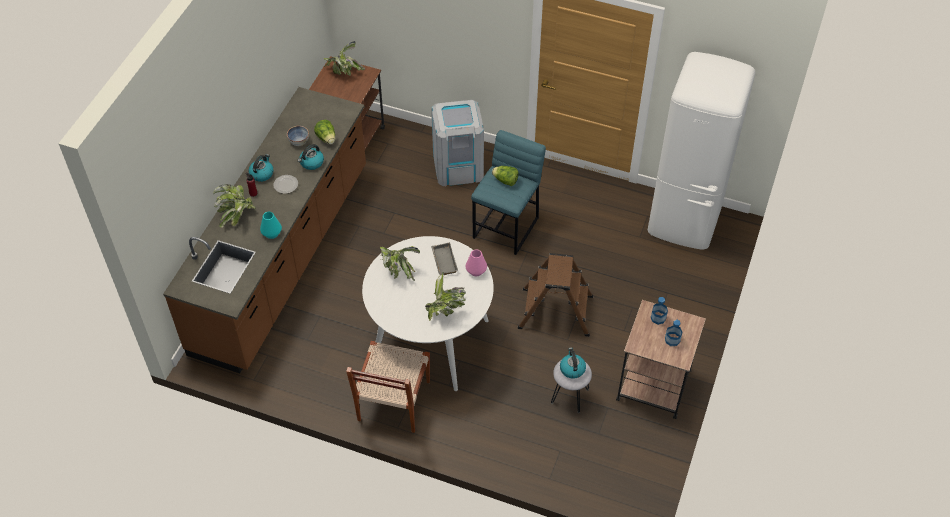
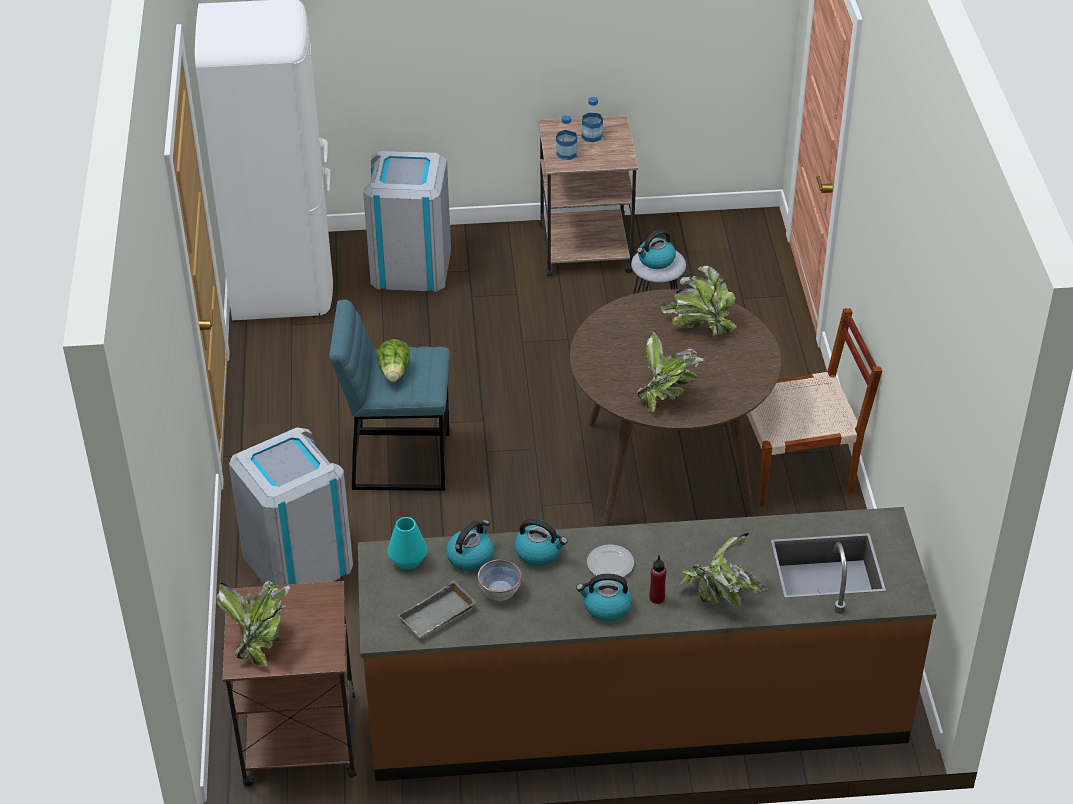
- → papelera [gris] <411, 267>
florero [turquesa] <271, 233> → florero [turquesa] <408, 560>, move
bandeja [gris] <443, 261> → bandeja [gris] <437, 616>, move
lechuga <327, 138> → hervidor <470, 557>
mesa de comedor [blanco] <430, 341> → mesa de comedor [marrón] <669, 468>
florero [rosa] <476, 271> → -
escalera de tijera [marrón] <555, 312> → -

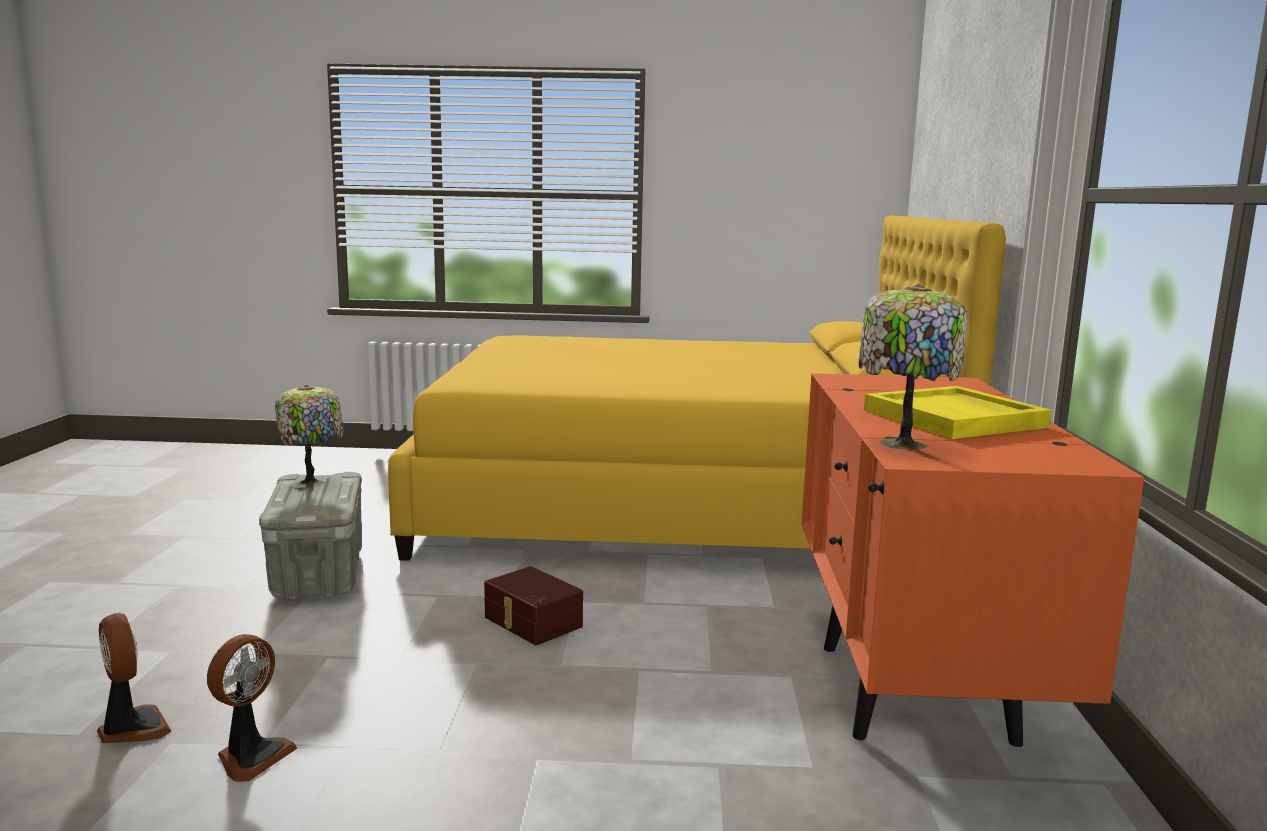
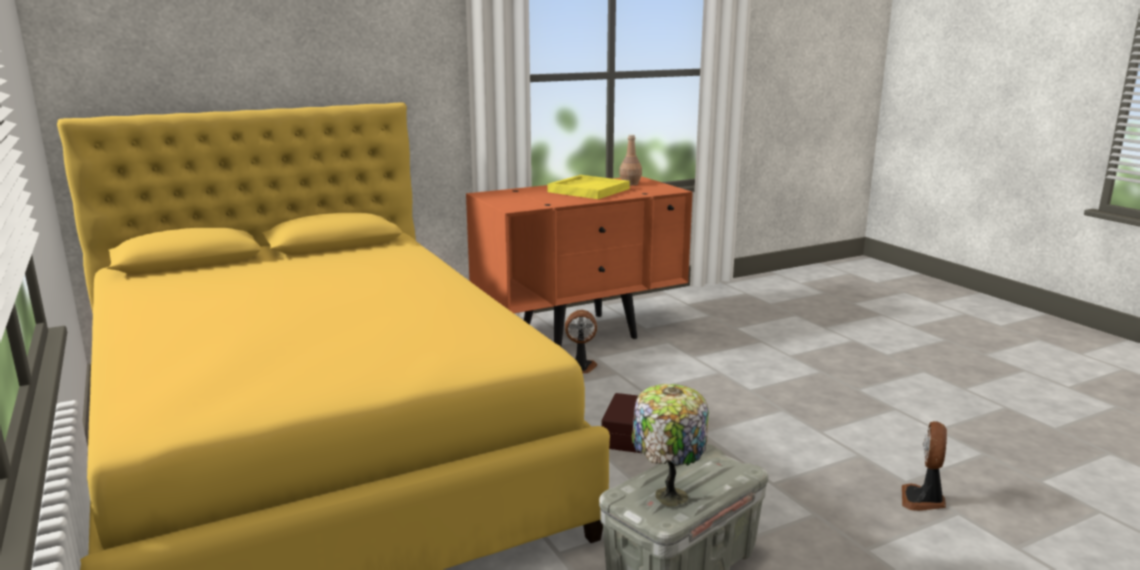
ventilador <251, 756> → ventilador <580, 368>, move
- → botella [marrón] <630, 183>
lámpara de mesa <901, 444> → -

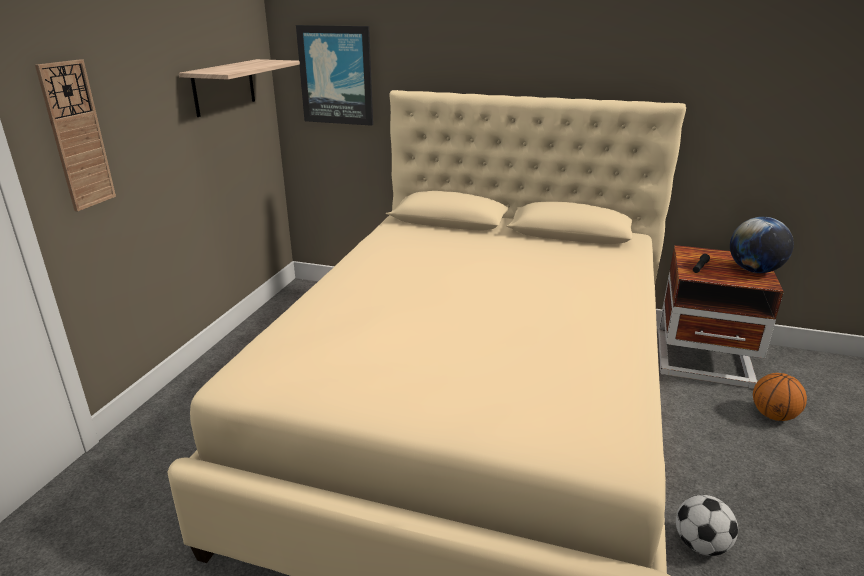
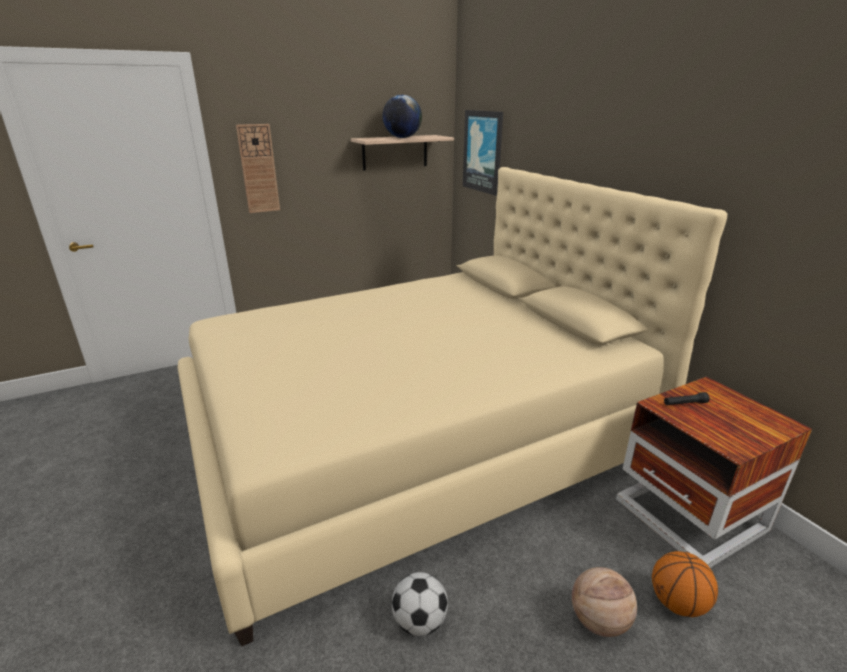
globo terráqueo <754, 270> → globo terráqueo <402, 138>, move
- → balón de baloncesto <599, 621>

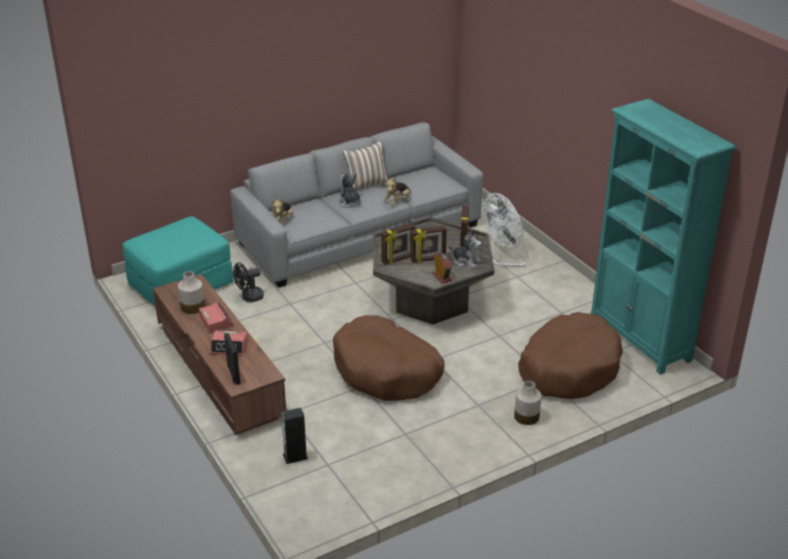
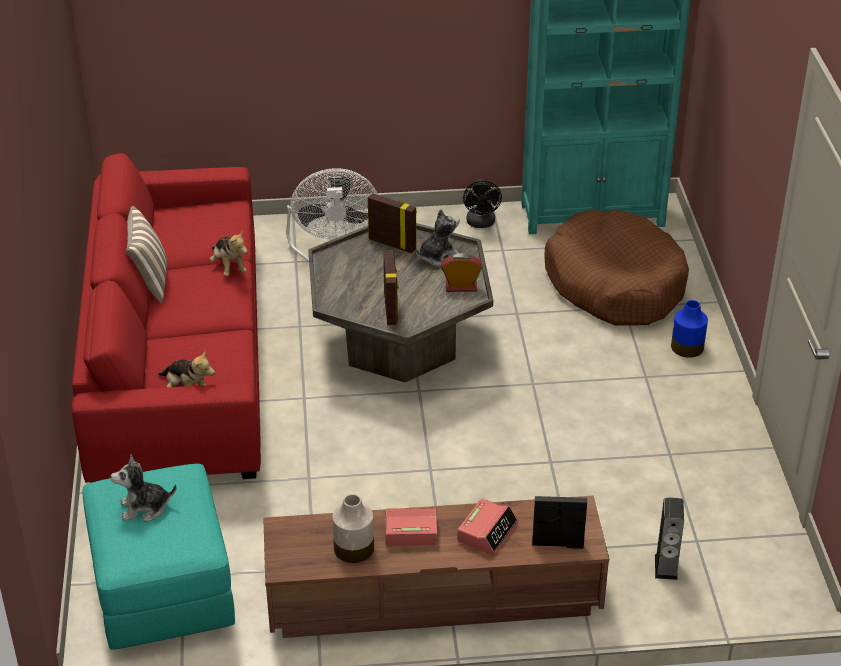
sofá [gris] <359, 234> → sofá [rojo] <178, 357>
peluche <349, 202> → peluche <144, 508>, move
ventilador [negro] <249, 297> → ventilador [negro] <481, 223>, move
florero [beis] <526, 416> → florero [azul] <687, 347>
cama para perro [marrón] <387, 371> → -
portarretratos <428, 259> → -

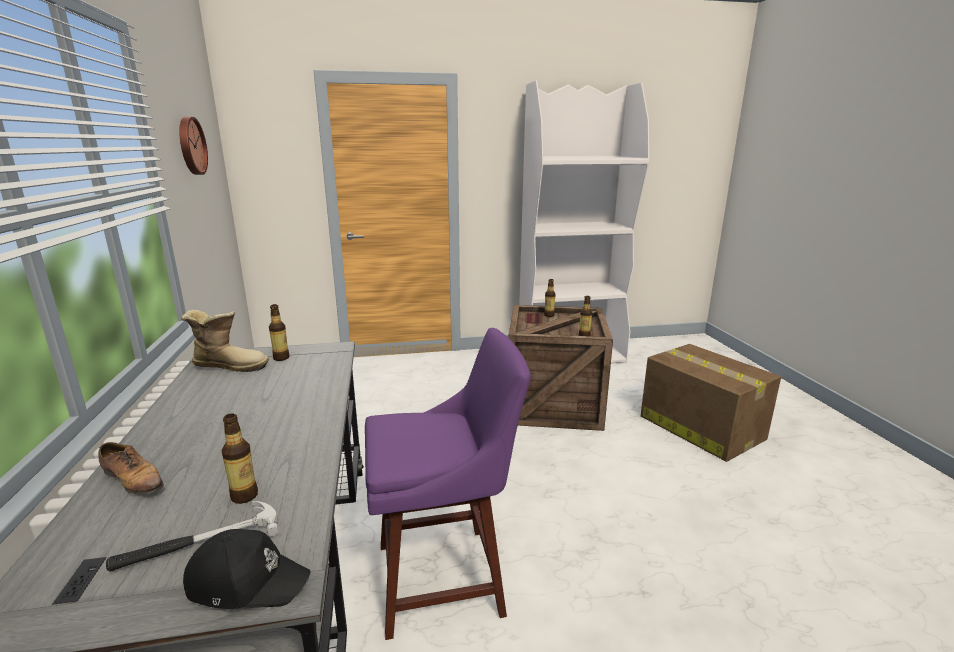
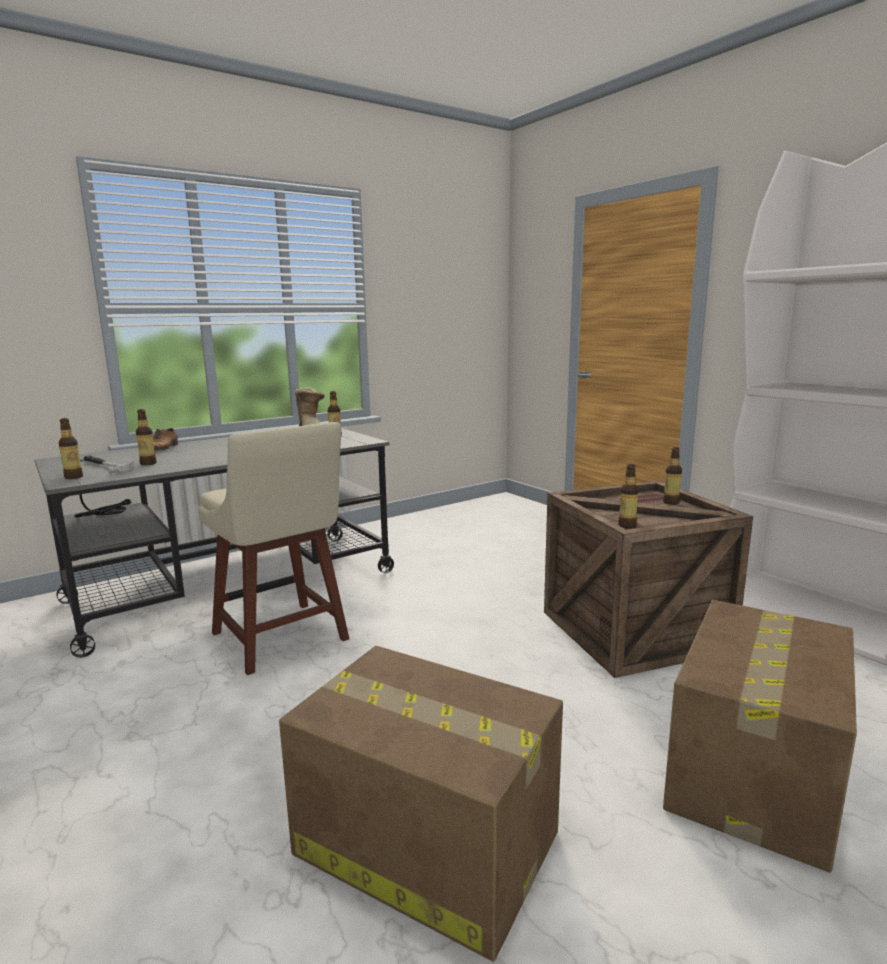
gorra [negro] <247, 581> → botella <74, 477>
taburete [morado] <446, 577> → taburete [beis] <281, 639>
- → caja de cartón <423, 842>
reloj de pared <190, 146> → -

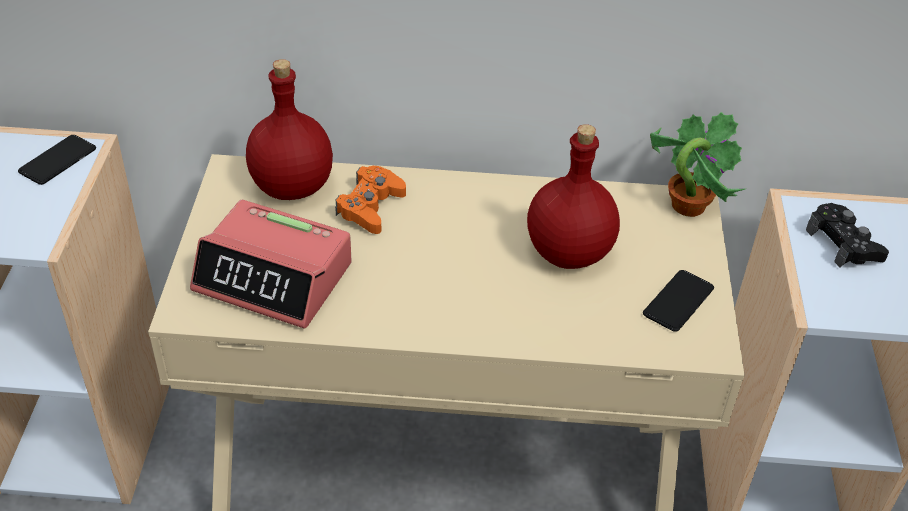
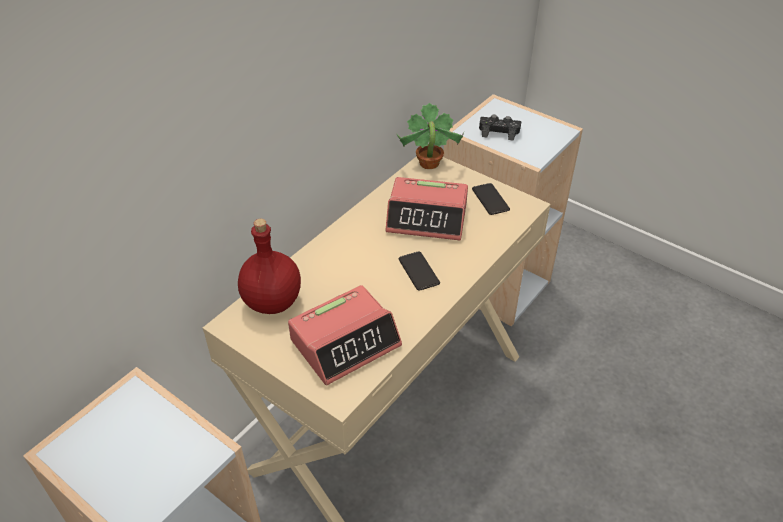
botella [rojo] <570, 252> → despertador <427, 217>
móvil <58, 160> → móvil <418, 271>, move
mando de consola [naranja] <370, 207> → -

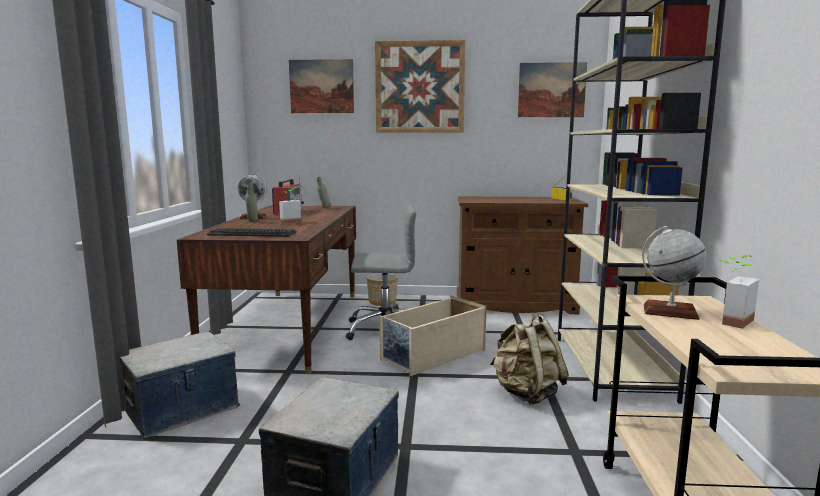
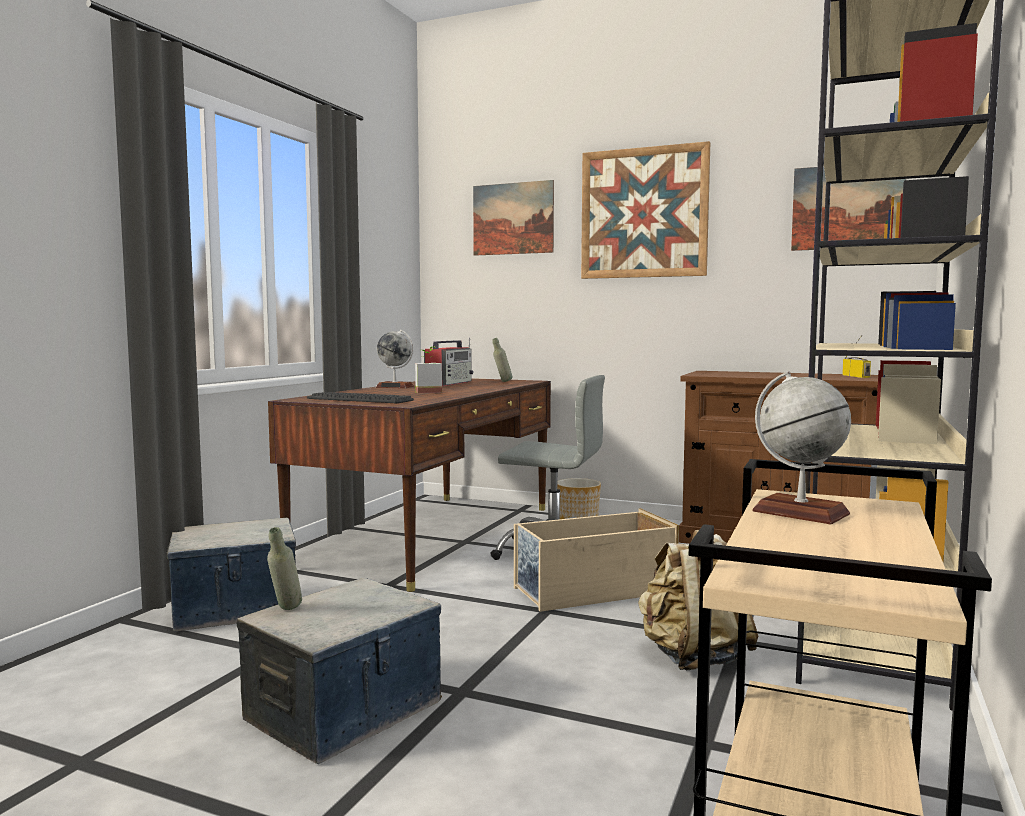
botella [gris] <252, 221> → botella [gris] <285, 611>, move
planta en maceta <729, 320> → -

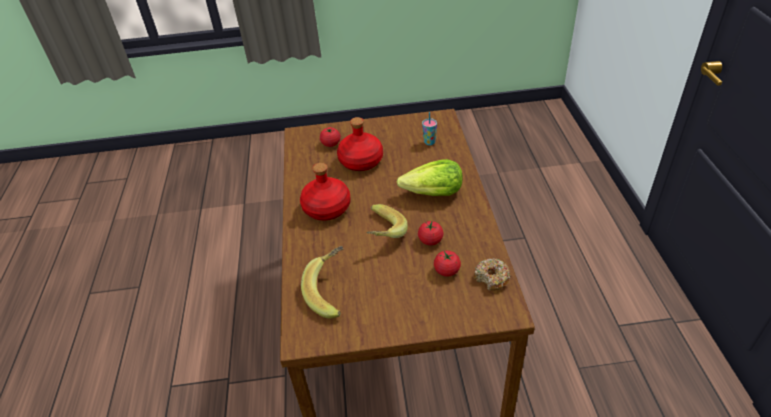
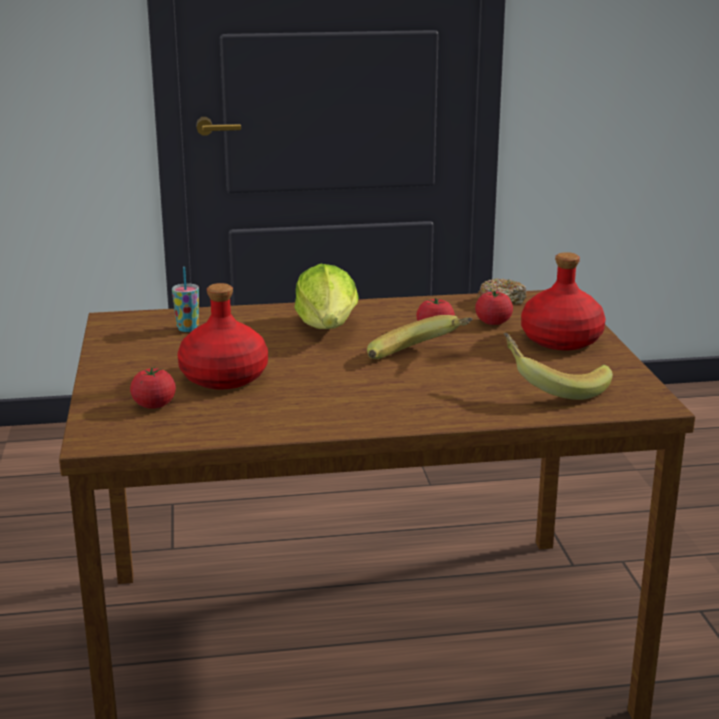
botella [rojo] <327, 208> → botella [rojo] <560, 340>, move

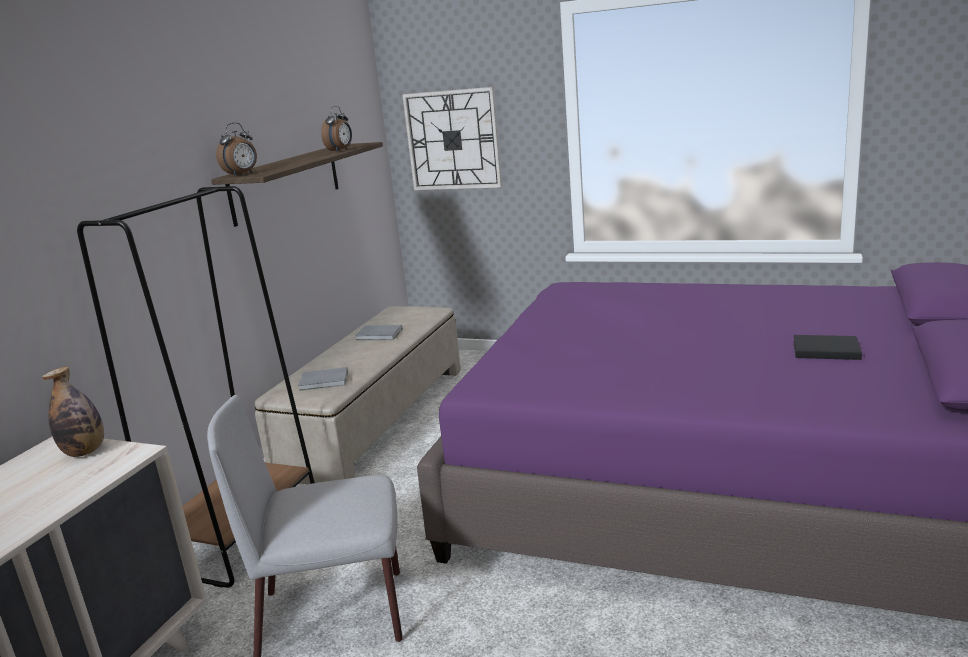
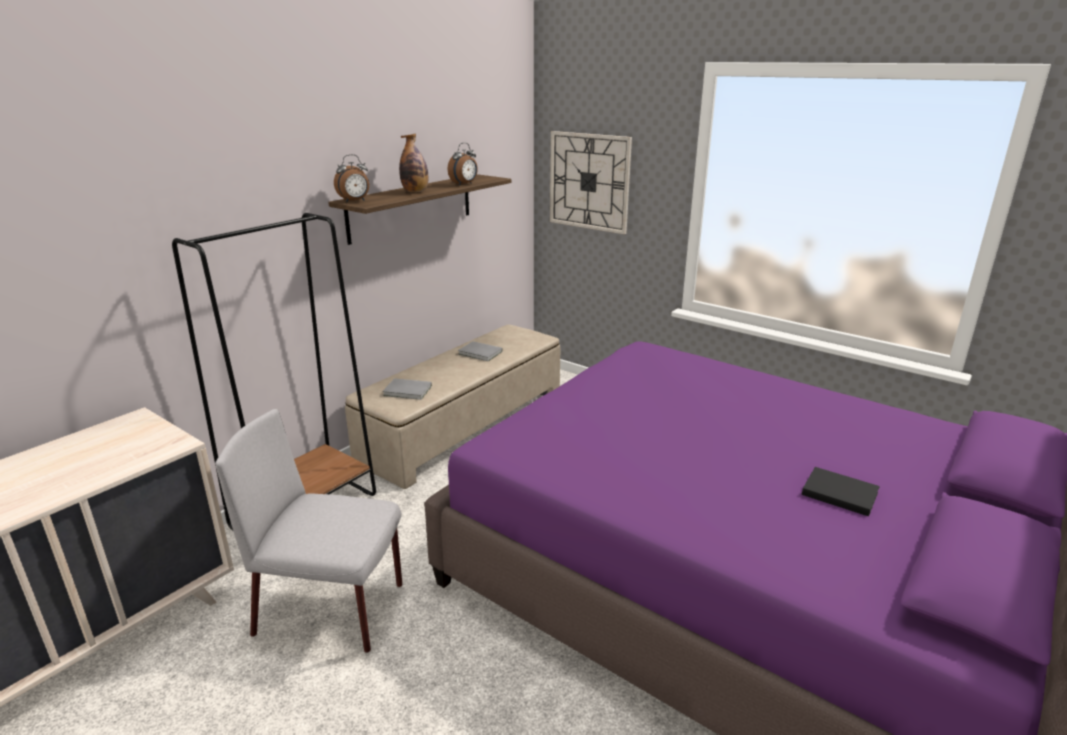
botella <85, 452> → botella <415, 192>, move

